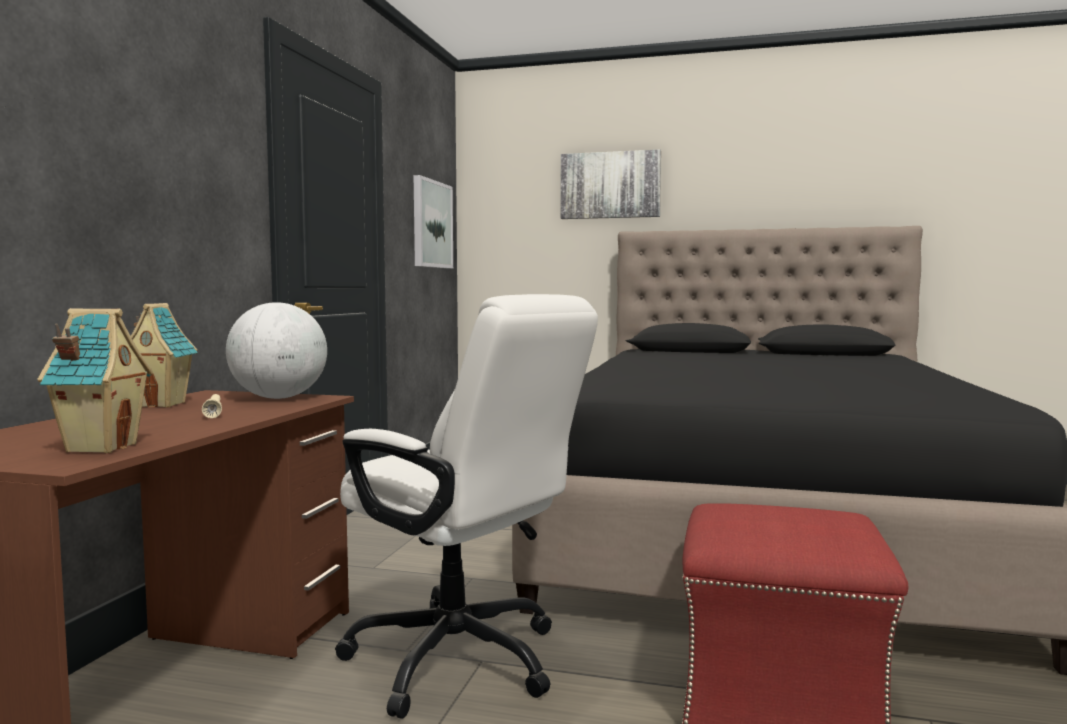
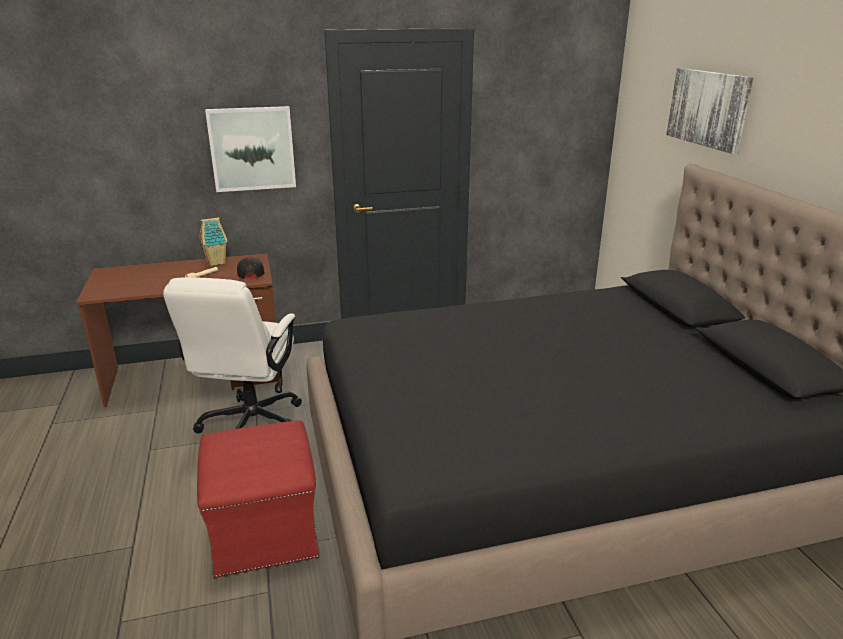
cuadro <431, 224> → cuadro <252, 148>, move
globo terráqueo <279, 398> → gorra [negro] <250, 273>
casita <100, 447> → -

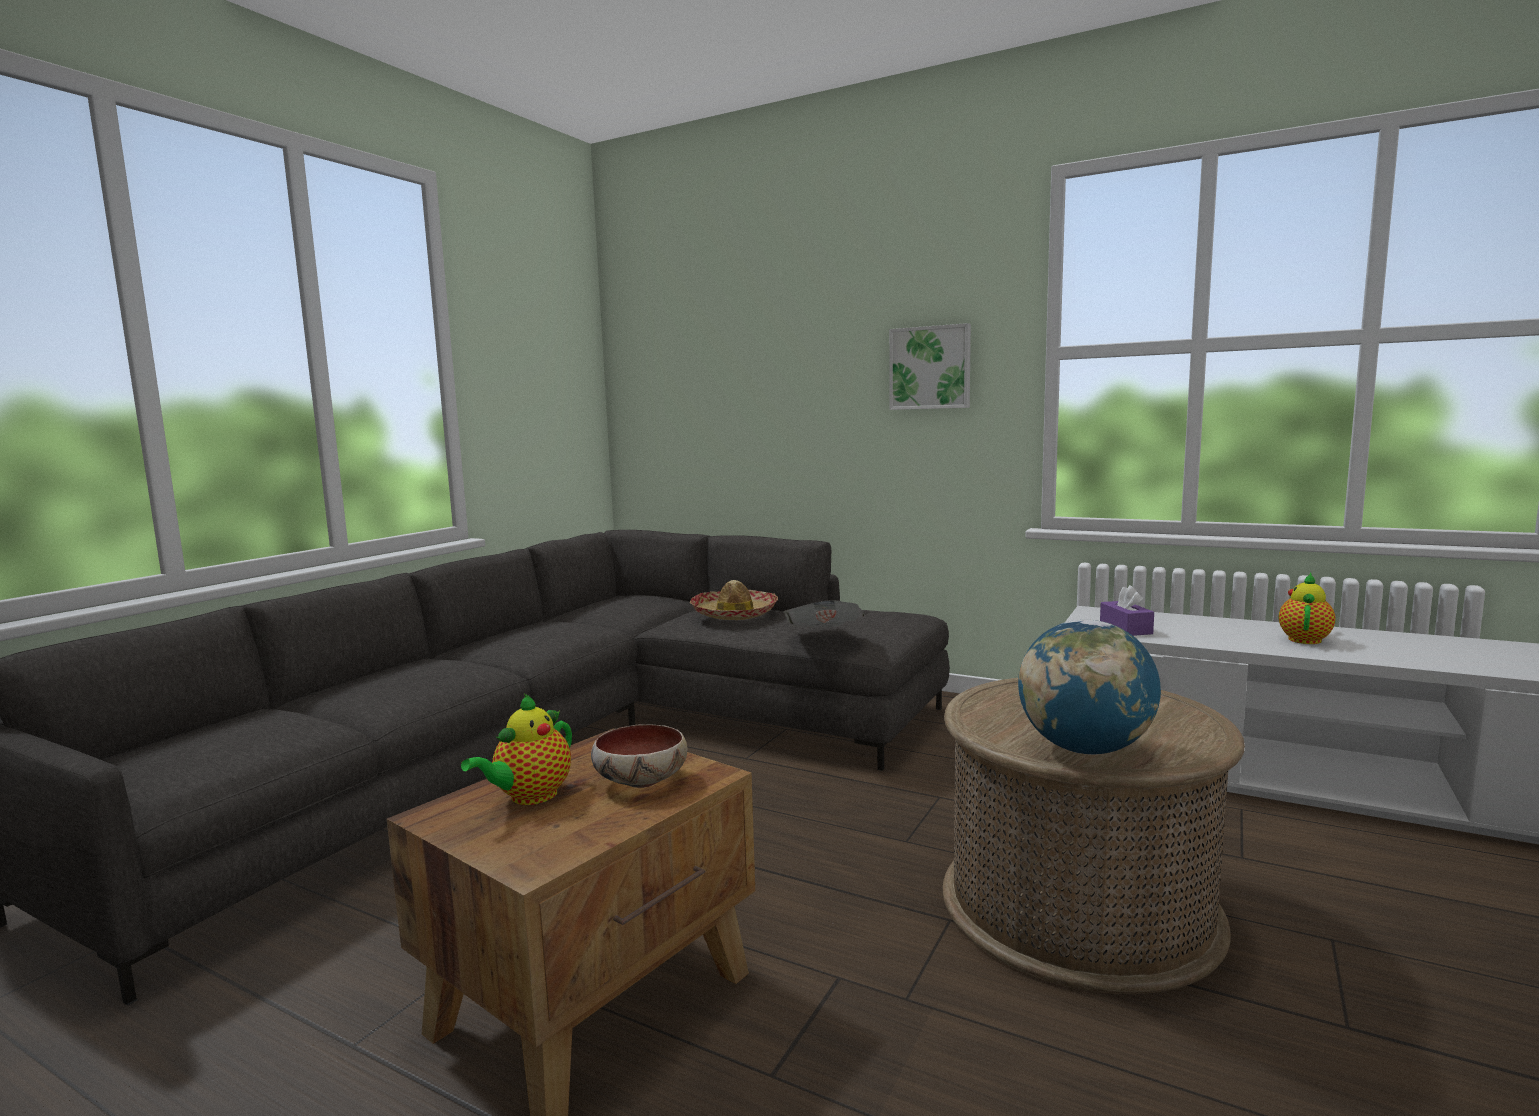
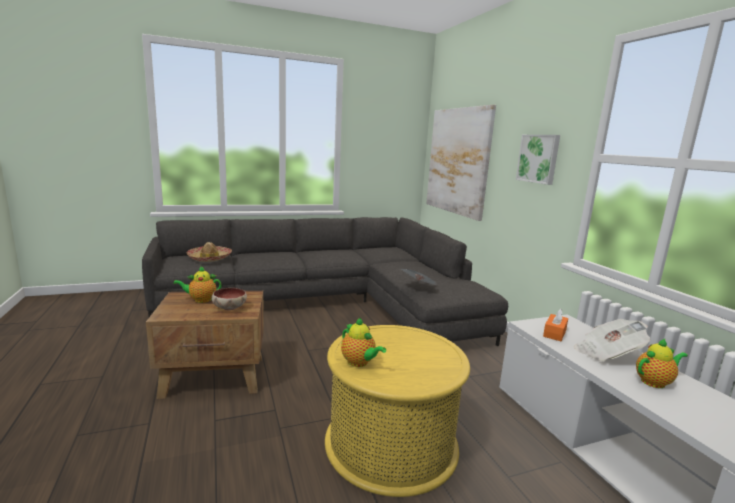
sombrero <734, 614> → sombrero <209, 258>, move
mesa de centro [marrón] <1078, 905> → mesa de centro [amarillo] <391, 442>
globo terráqueo <1085, 749> → tetera <359, 362>
- → cuadro <458, 161>
caja de pañuelos [morado] <1125, 628> → caja de pañuelos [naranja] <554, 333>
- → periódico <607, 353>

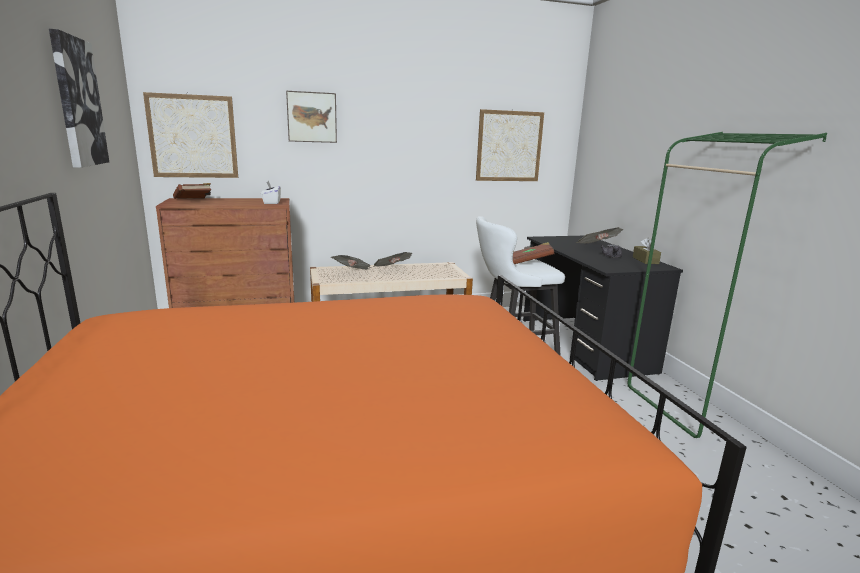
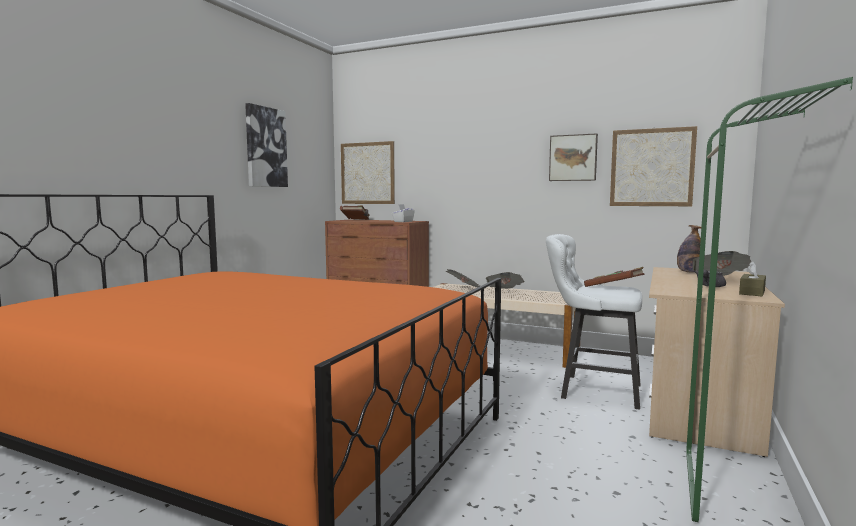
cuadro <311, 117> → cuadro <573, 158>, move
escritorio [negro] <584, 344> → escritorio [beis] <698, 406>
- → botella <689, 272>

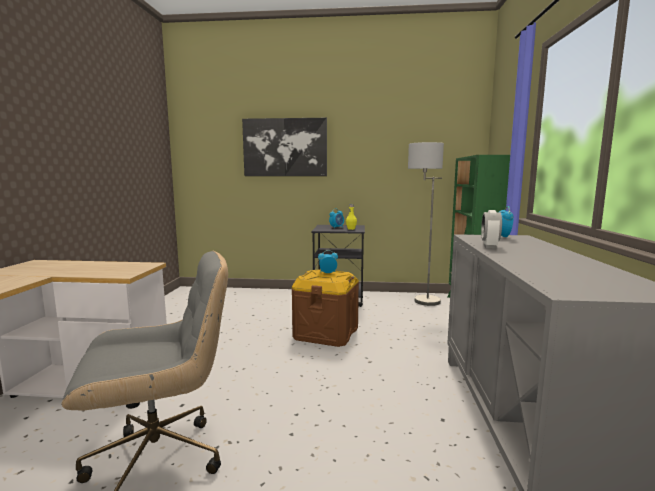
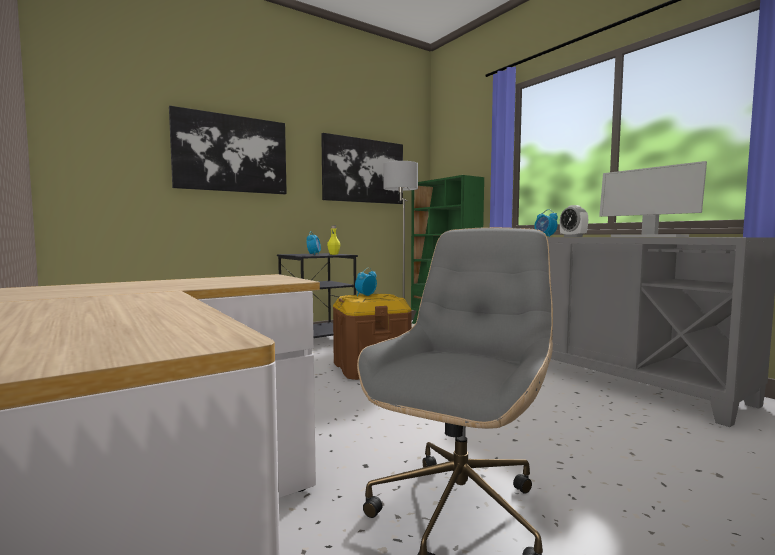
- → cuadro <363, 171>
- → monitor <647, 236>

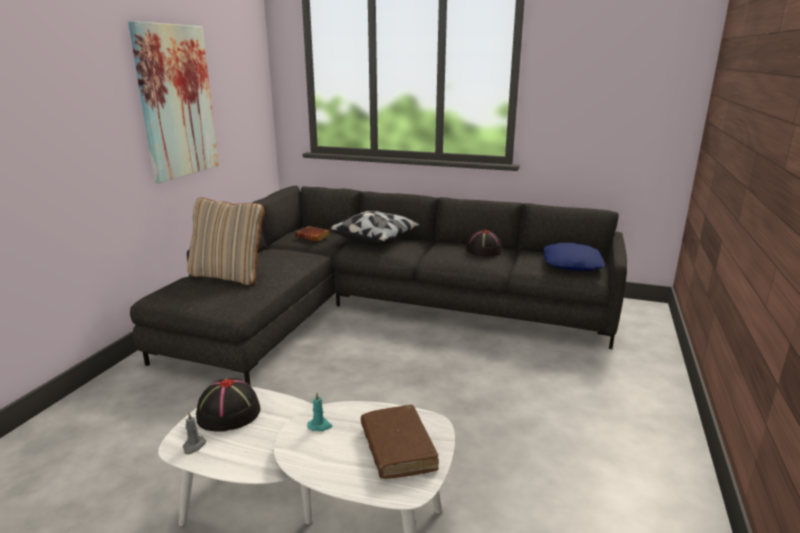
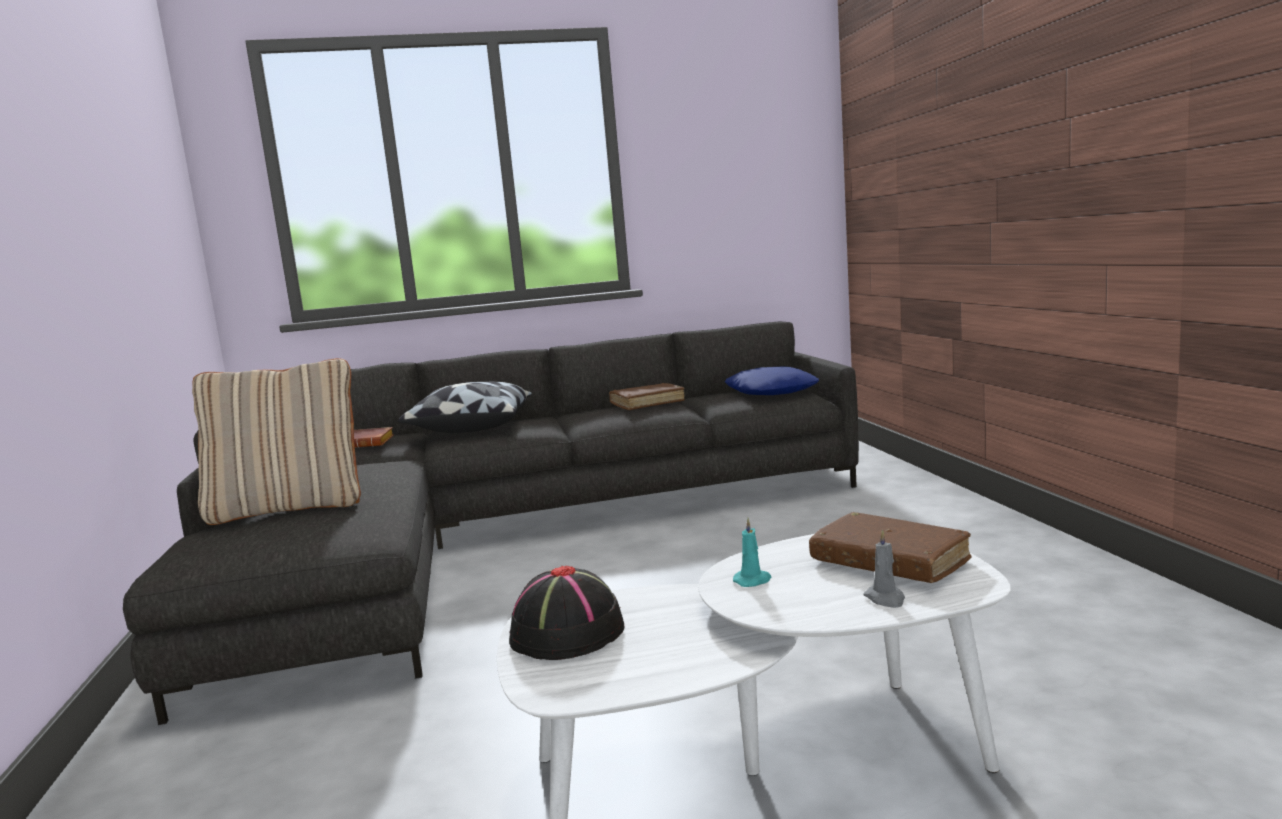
sombrero [negro] <483, 250> → libro [marrón] <647, 403>
vela [gris] <193, 446> → vela [gris] <885, 599>, move
cuadro <176, 102> → -

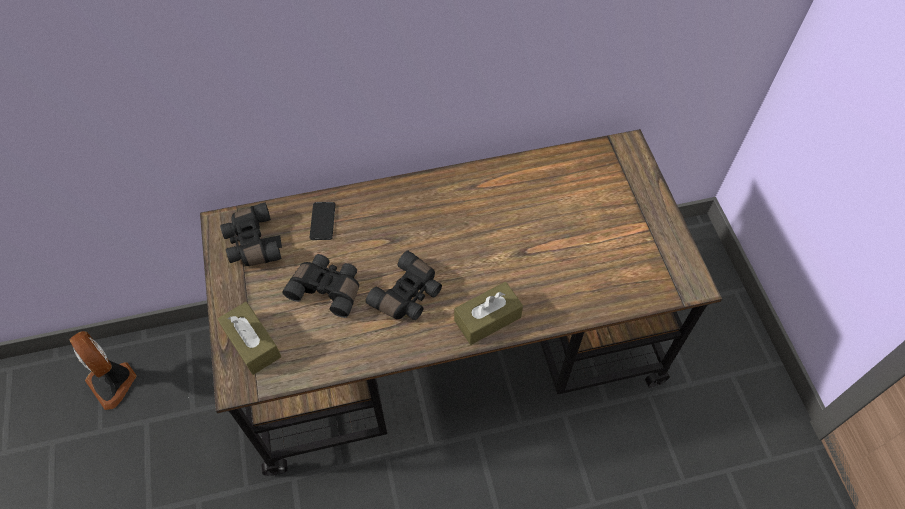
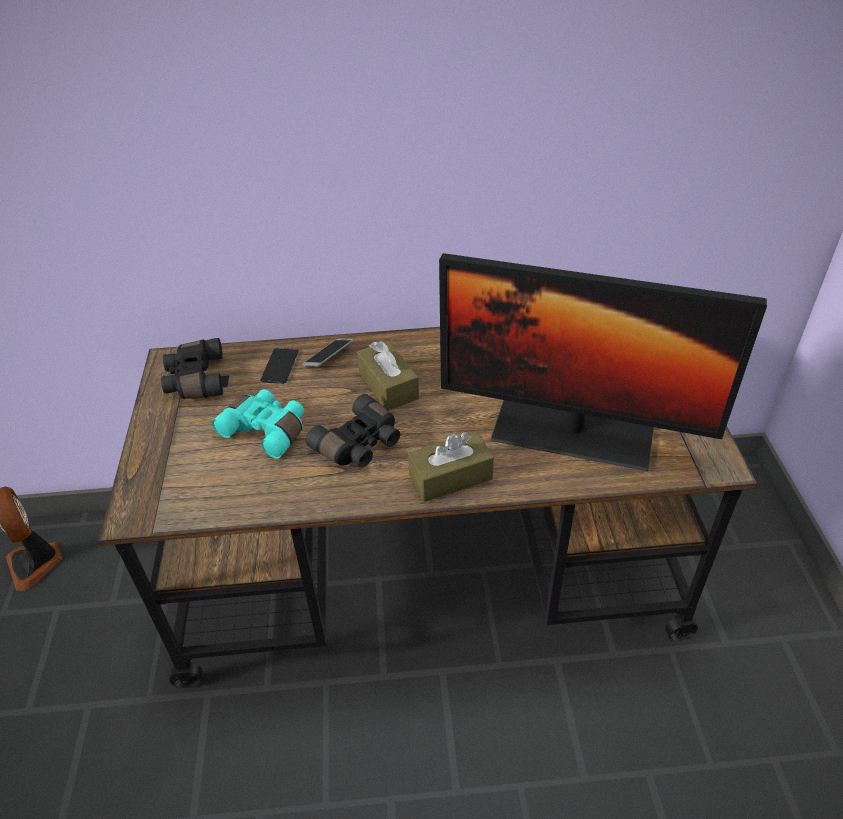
prismáticos [negro] <328, 288> → prismáticos [turquesa] <267, 430>
- → móvil <328, 357>
caja de pañuelos [marrón] <252, 343> → caja de pañuelos [marrón] <388, 385>, move
- → monitor <573, 431>

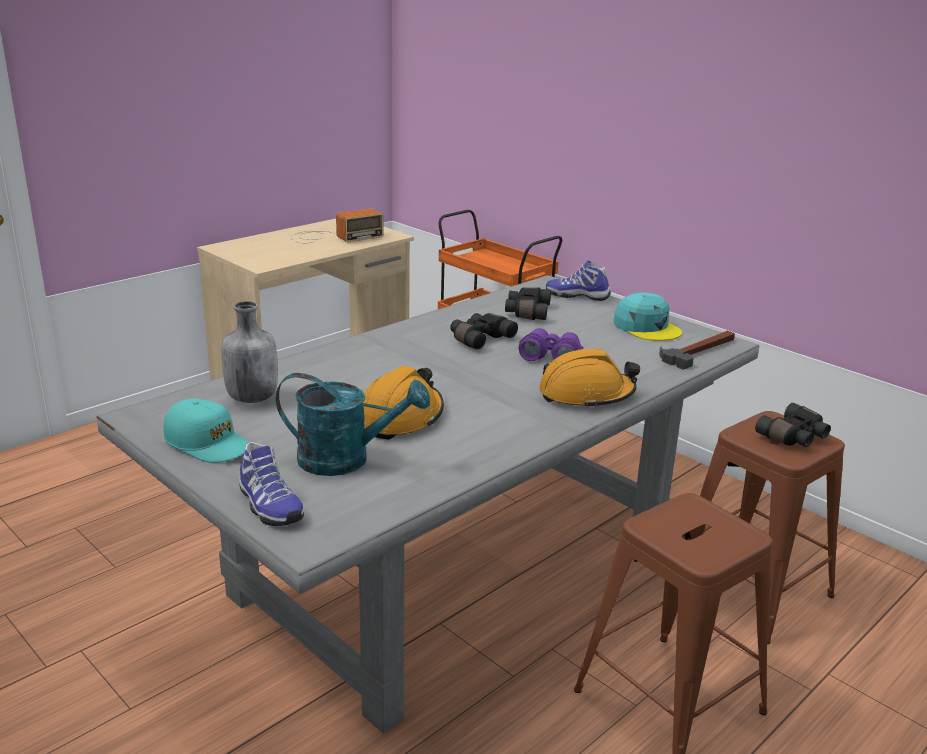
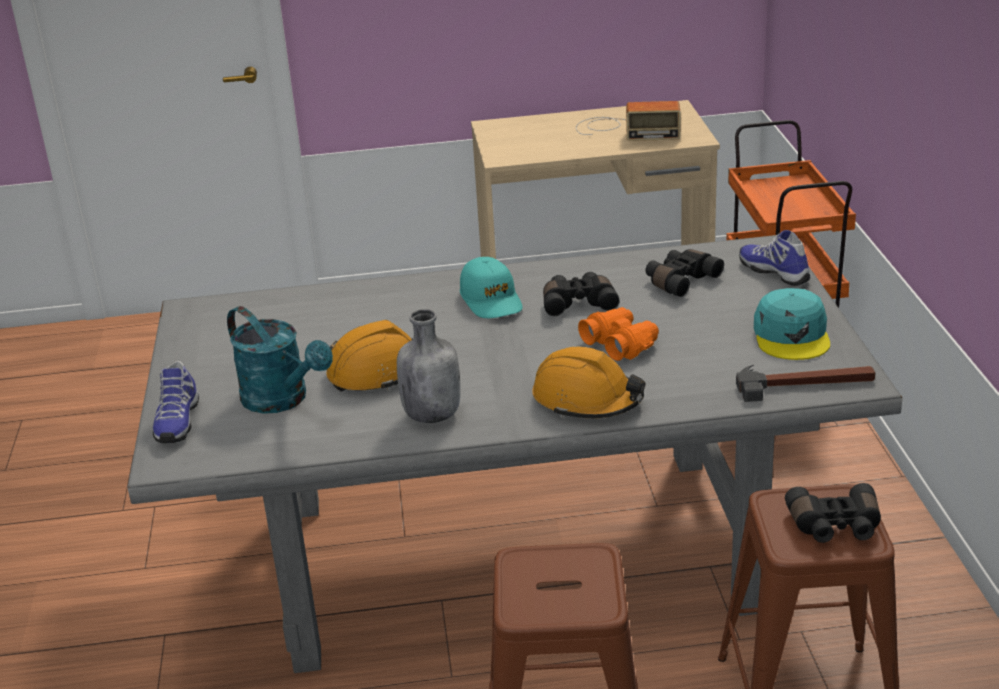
botella [gris] <252, 398> → botella [gris] <432, 415>, move
gorra [turquesa] <208, 443> → gorra [turquesa] <491, 300>, move
prismáticos [morado] <550, 356> → prismáticos [naranja] <620, 344>

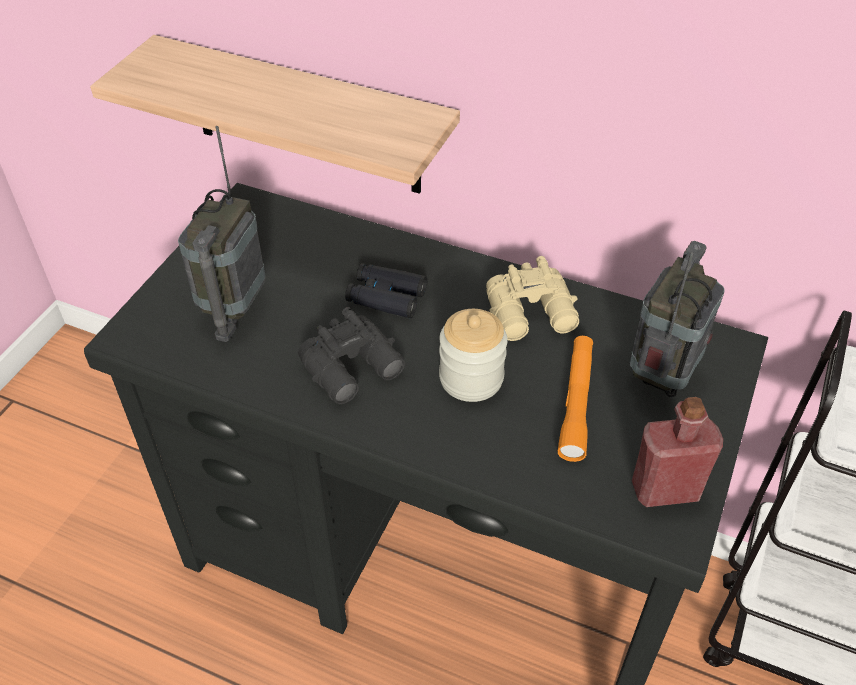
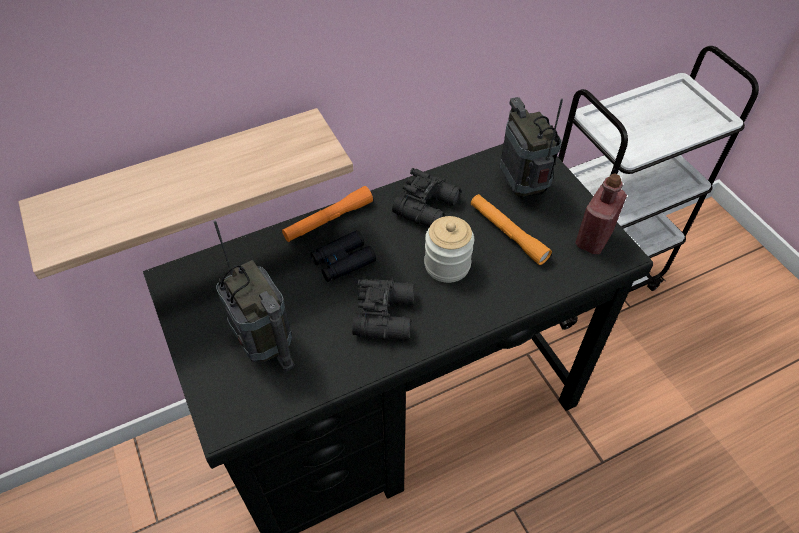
- → linterna [naranja] <328, 220>
prismáticos [beis] <533, 315> → prismáticos [negro] <428, 207>

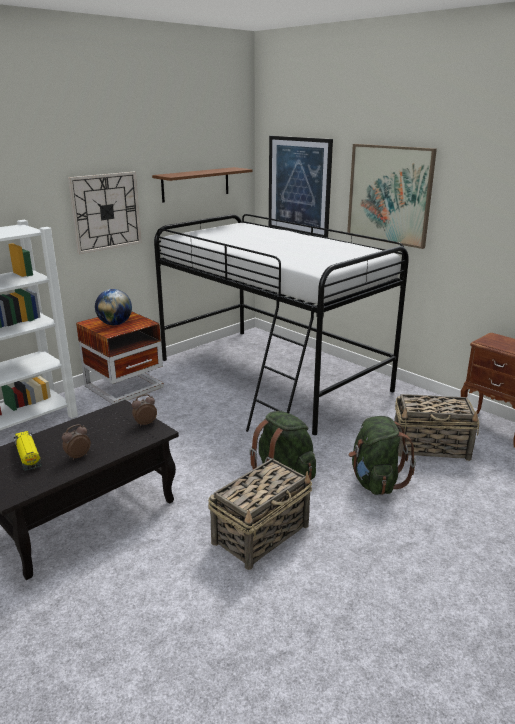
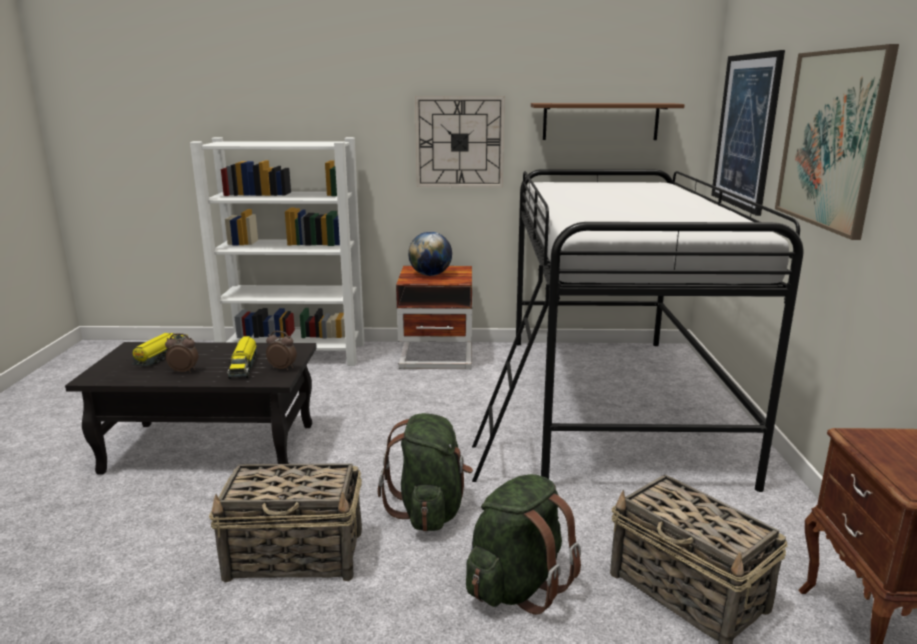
- → camión de juguete <243, 366>

